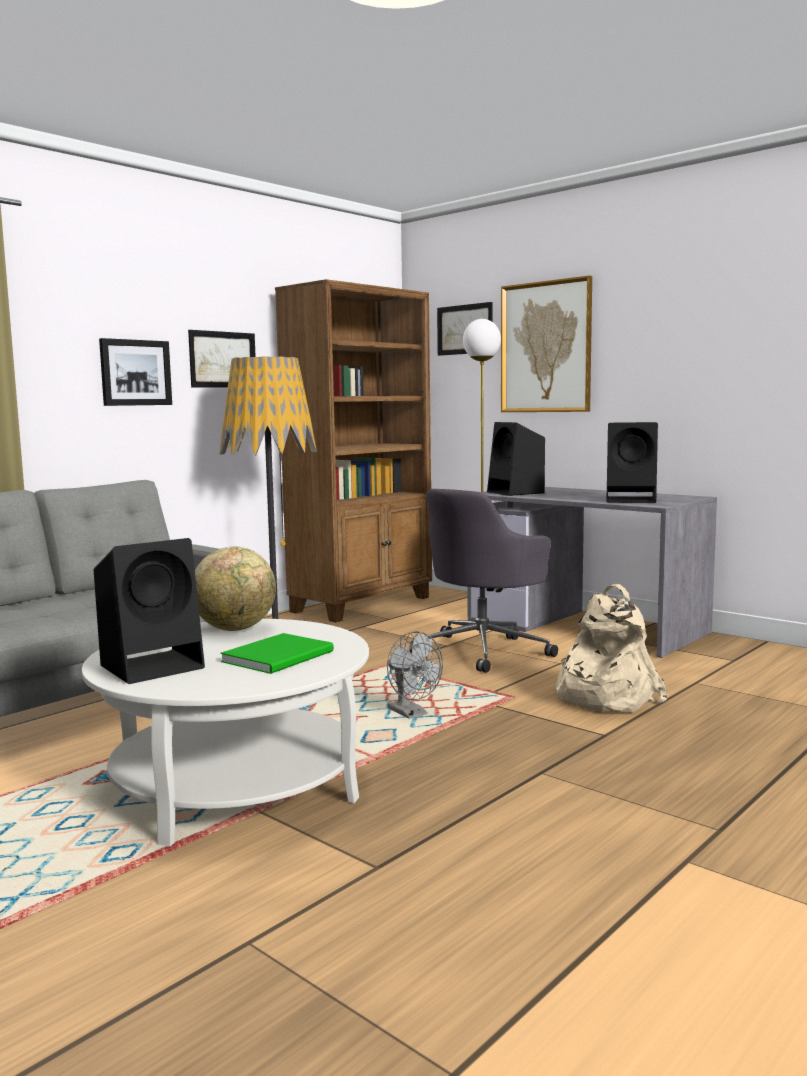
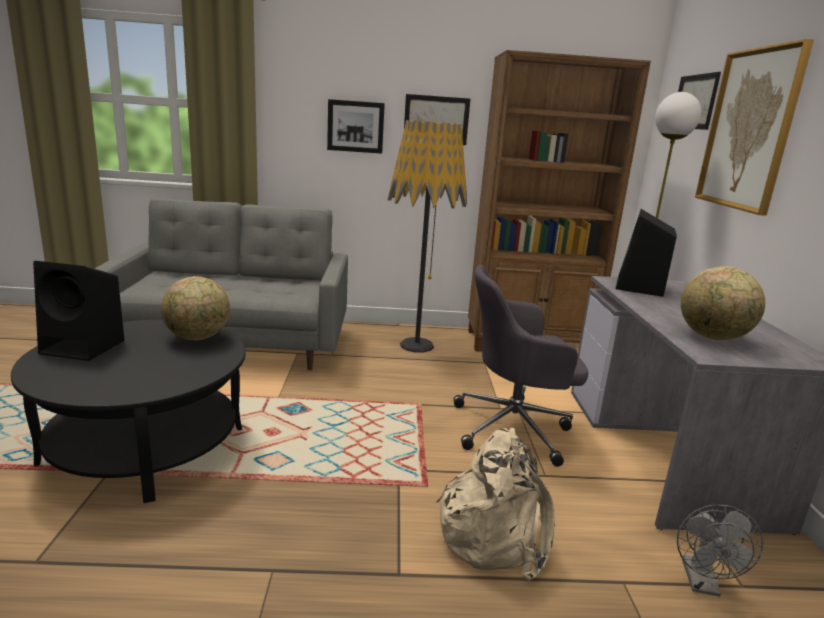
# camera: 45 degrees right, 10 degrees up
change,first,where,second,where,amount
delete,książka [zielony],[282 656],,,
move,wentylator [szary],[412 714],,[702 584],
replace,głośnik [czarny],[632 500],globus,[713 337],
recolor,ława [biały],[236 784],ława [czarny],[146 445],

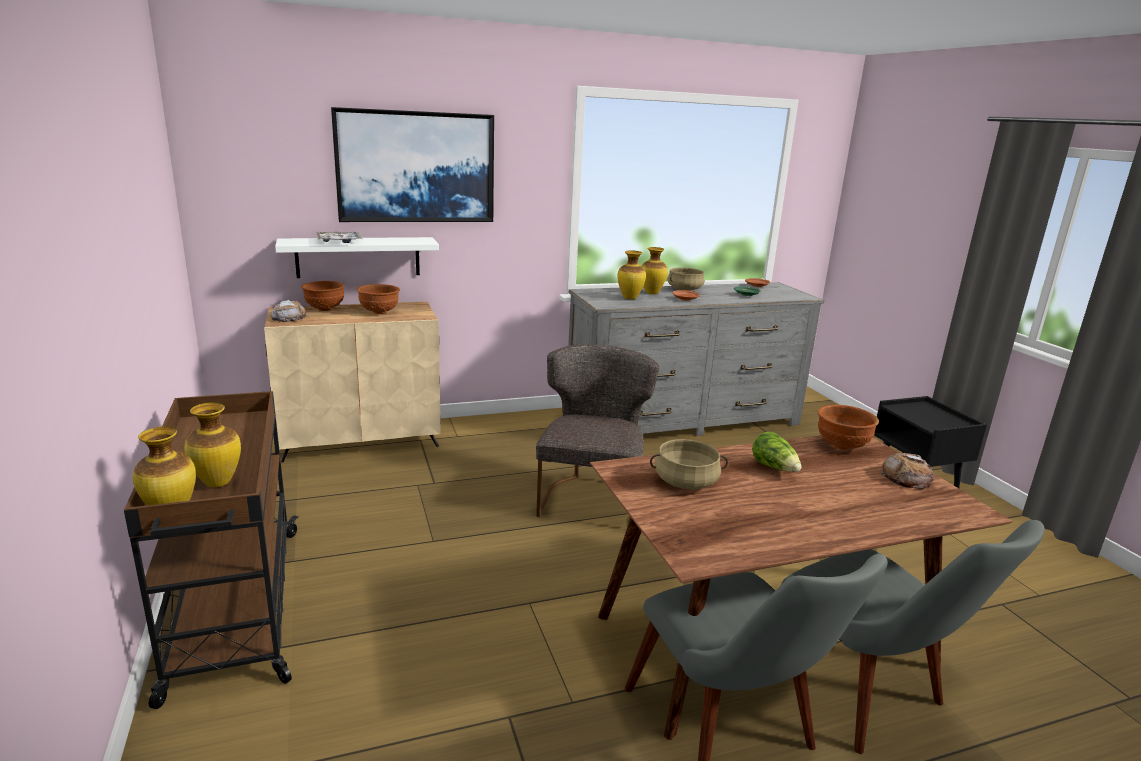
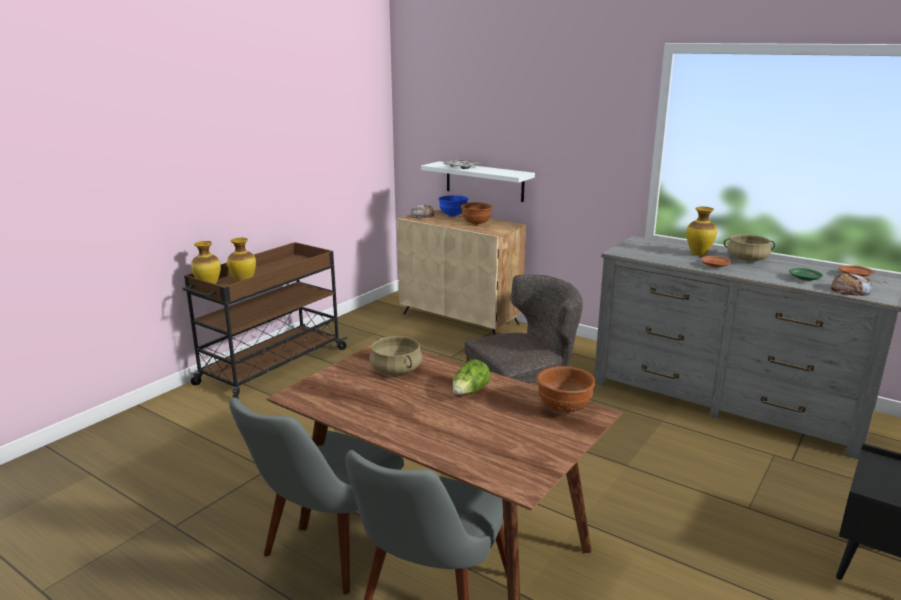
# camera: 55 degrees right, 0 degrees up
change,first,where,second,where,amount
delete,obraz,[416 167],,,
delete,wazon,[630 298],,,
move,chleb,[907 477],,[850 290],
recolor,miska [brązowy],[324 309],miska [niebieski],[453 215],

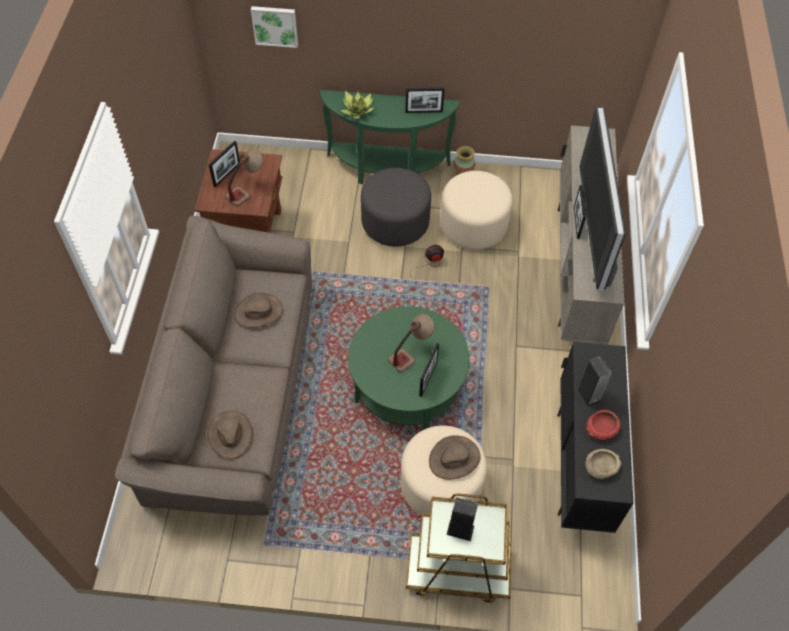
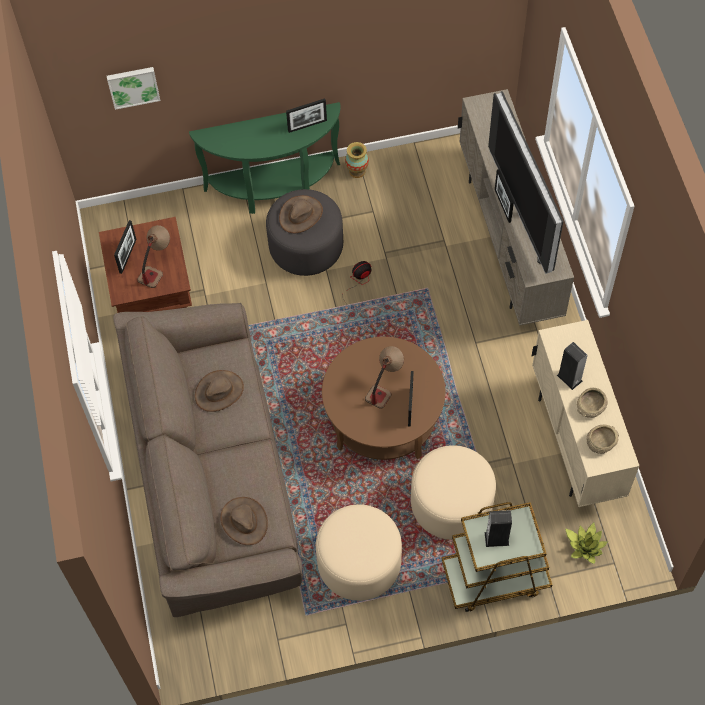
# camera: 15 degrees left, 5 degrees up
change,first,where,second,where,amount
move,roślina doniczkowa,[357 110],,[585 546],
move,kapelusz [brązowy],[454 458],,[301 215],
move,pufa [beżowy],[473 225],,[359 563],
recolor,ława [zielony],[407 386],ława [brązowy],[383 417],
recolor,szafka [czarny],[580 466],szafka [beżowy],[575 443],
recolor,miska [czerwony],[602 429],miska [beżowy],[591 406],

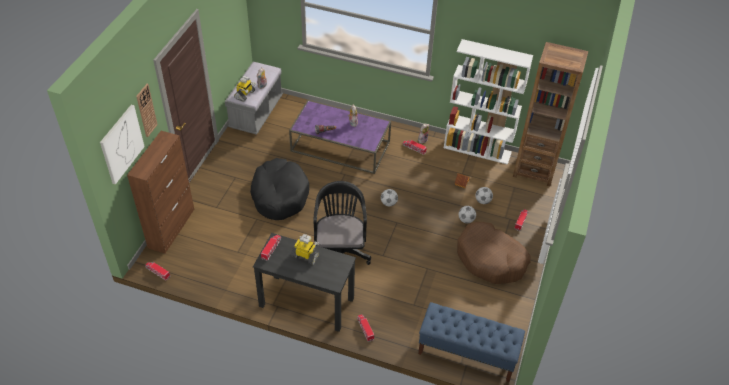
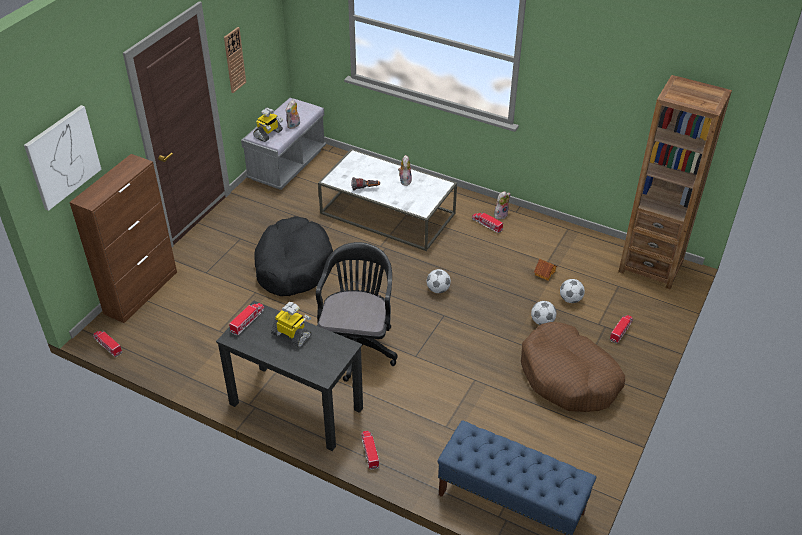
# camera: 10 degrees right, 5 degrees down
change,first,where,second,where,amount
delete,regał [biały],[478 150],,,
move,zegar ścienny,[146 110],,[234 60],
recolor,ława [fioletowy],[340 146],ława [biały],[388 213],

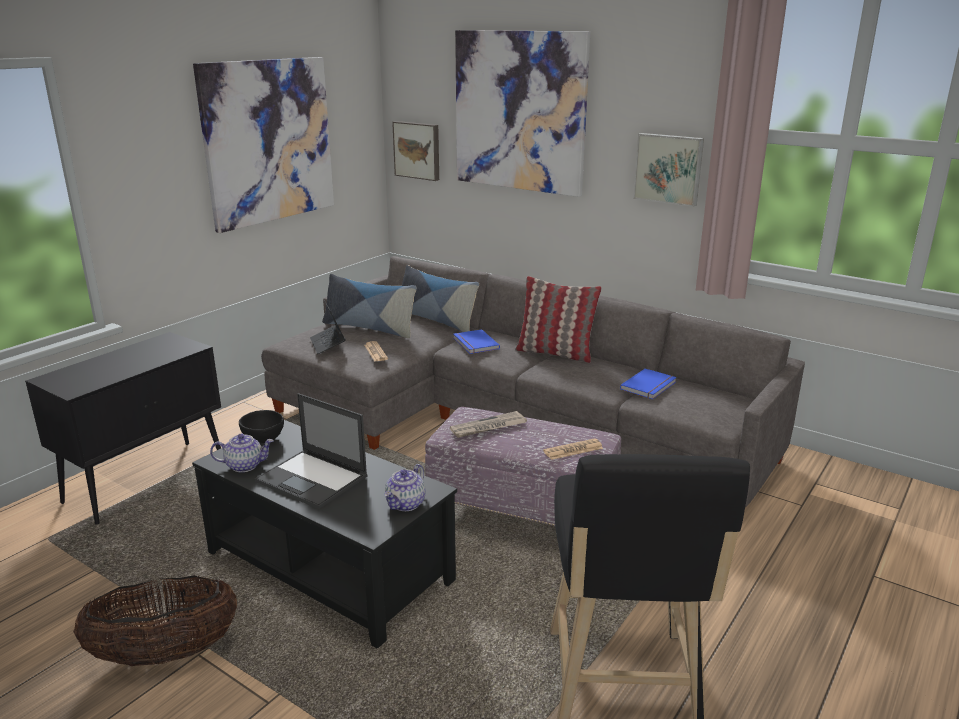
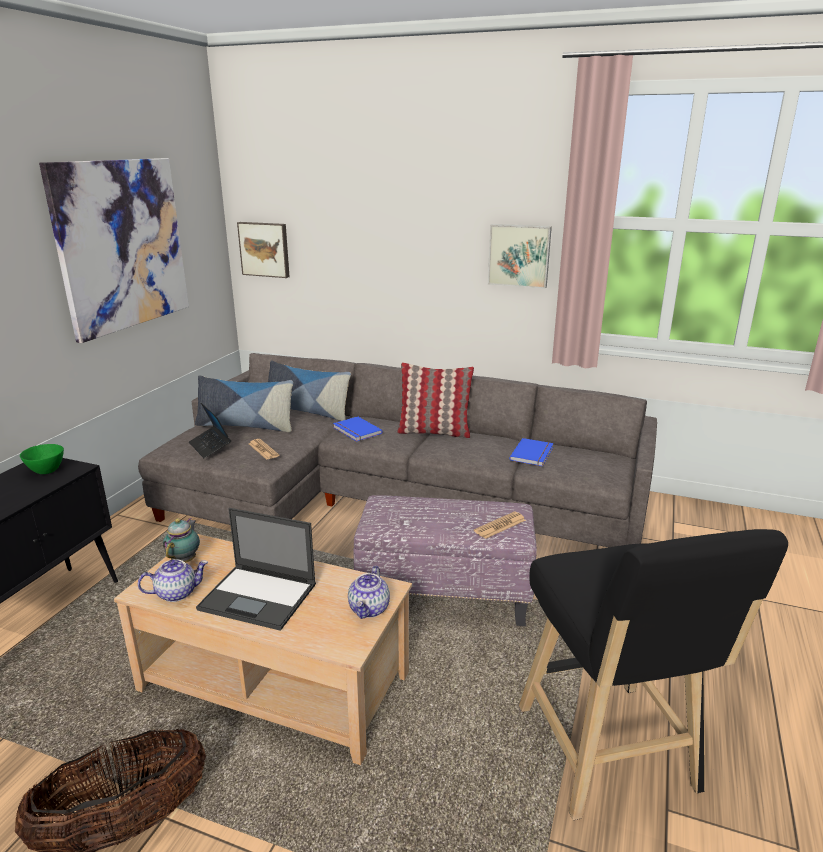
# camera: 15 degrees left, 0 degrees up
change,first,where,second,where,amount
delete,gazeta,[488 427],,,
delete,obraz,[519 111],,,
insert,,,miska [zielony],[45 471],
replace,miska [czarny],[263 439],imbryk,[185 560],
recolor,ława [czarny],[331 566],ława [beżowy],[276 680],

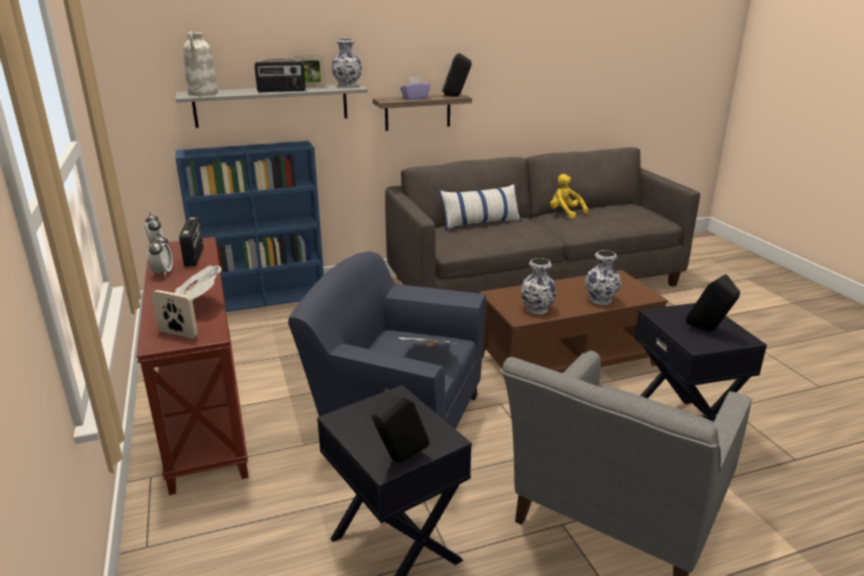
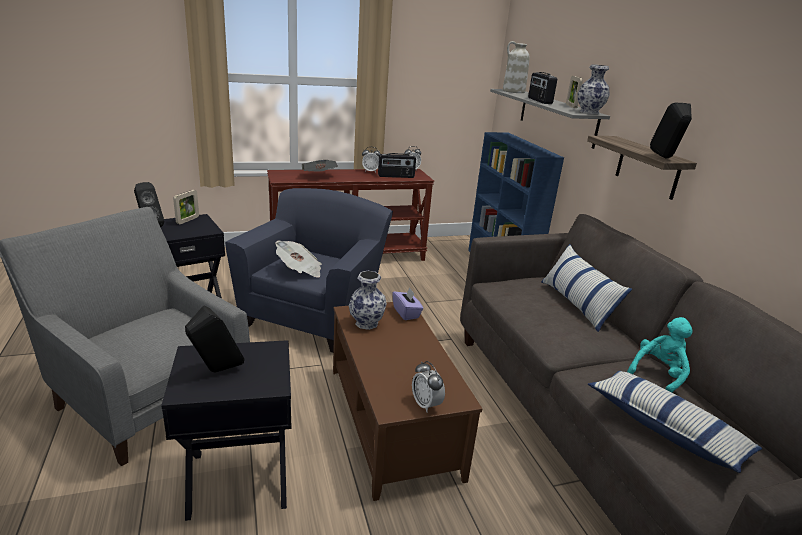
# camera: 90 degrees right, 0 degrees up
change,first,where,second,where,amount
delete,wazon,[601 300],,,
insert,,,budzik,[426 404],
insert,,,poduszka,[665 429],
move,ramka na zdjęcie,[178 334],,[188 220],
move,pudełko chusteczek [fioletowy],[415 98],,[406 313],
recolor,pluszak [żółty],[565 213],pluszak [turkusowy],[658 375],

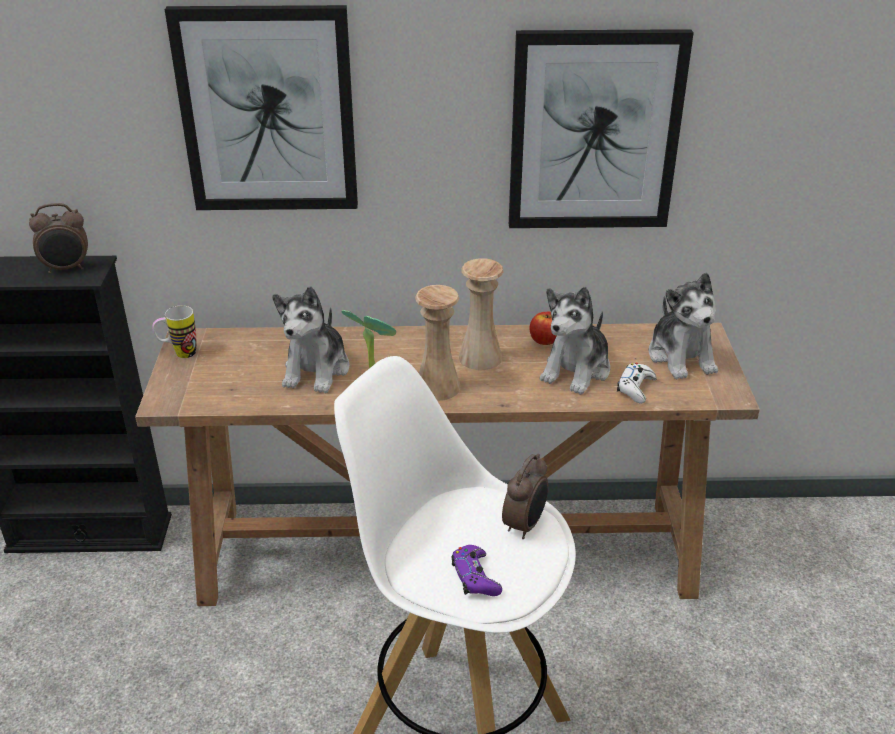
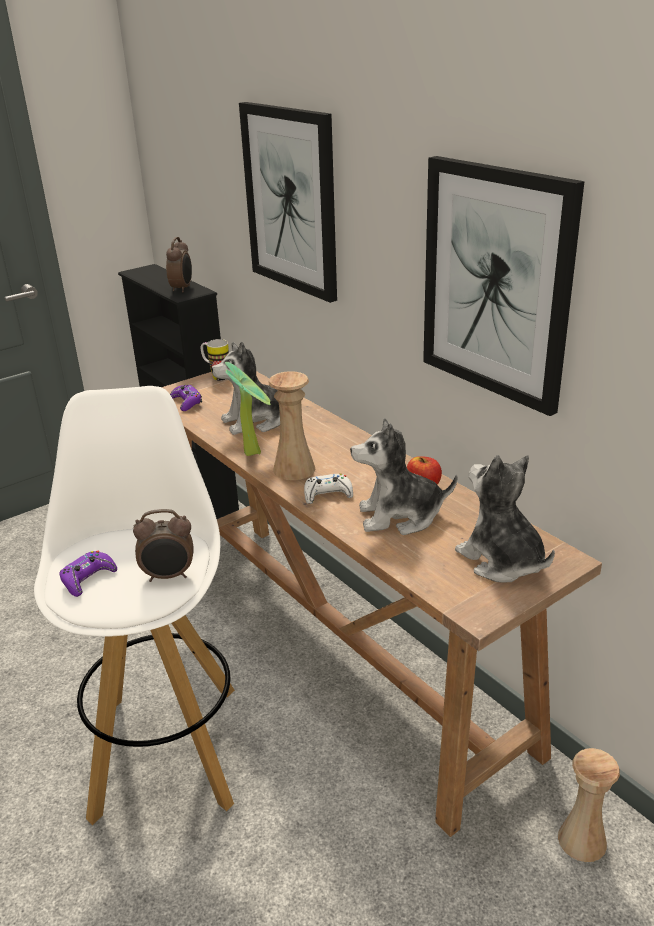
# camera: 55 degrees right, 5 degrees down
change,first,where,second,where,amount
insert,,,pad do gier [fioletowy],[186 402],
move,wazon [beżowy],[480 357],,[582 840],
move,pad do gier [biały],[635 388],,[327 494],
rotate,budzik,[67 269],,[182 289],120 degrees counterclockwise
rotate,pluszak,[681 357],,[501 561],105 degrees clockwise

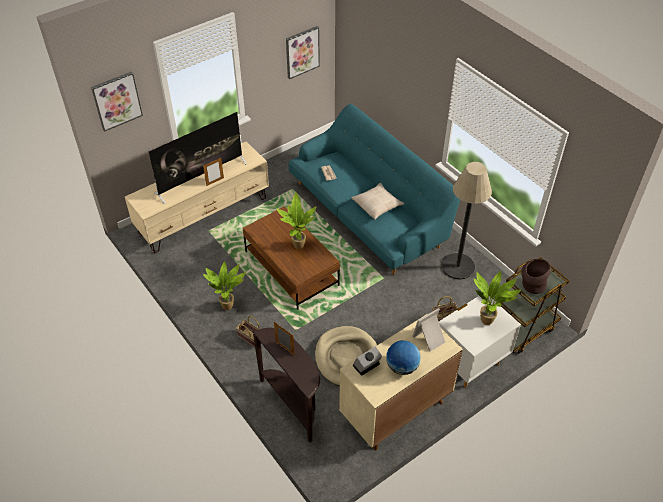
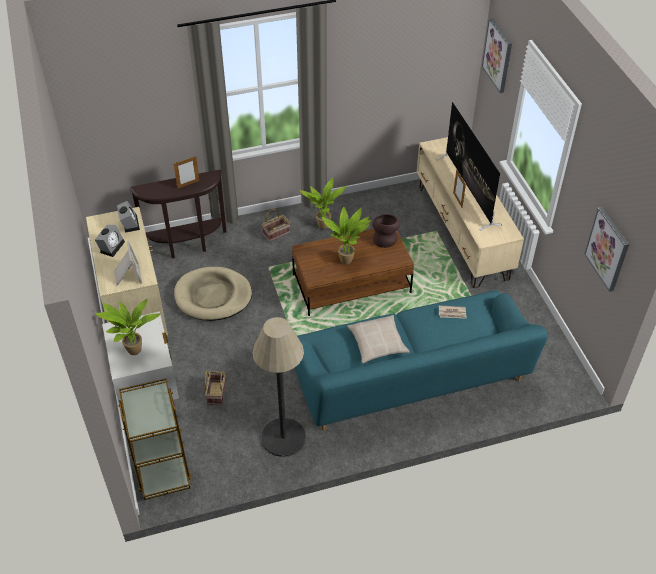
# camera: 110 degrees right, 0 degrees up
change,first,where,second,where,amount
move,wazon [brązowy],[531 285],,[385 238],
replace,globus,[402 367],budzik,[111 246],

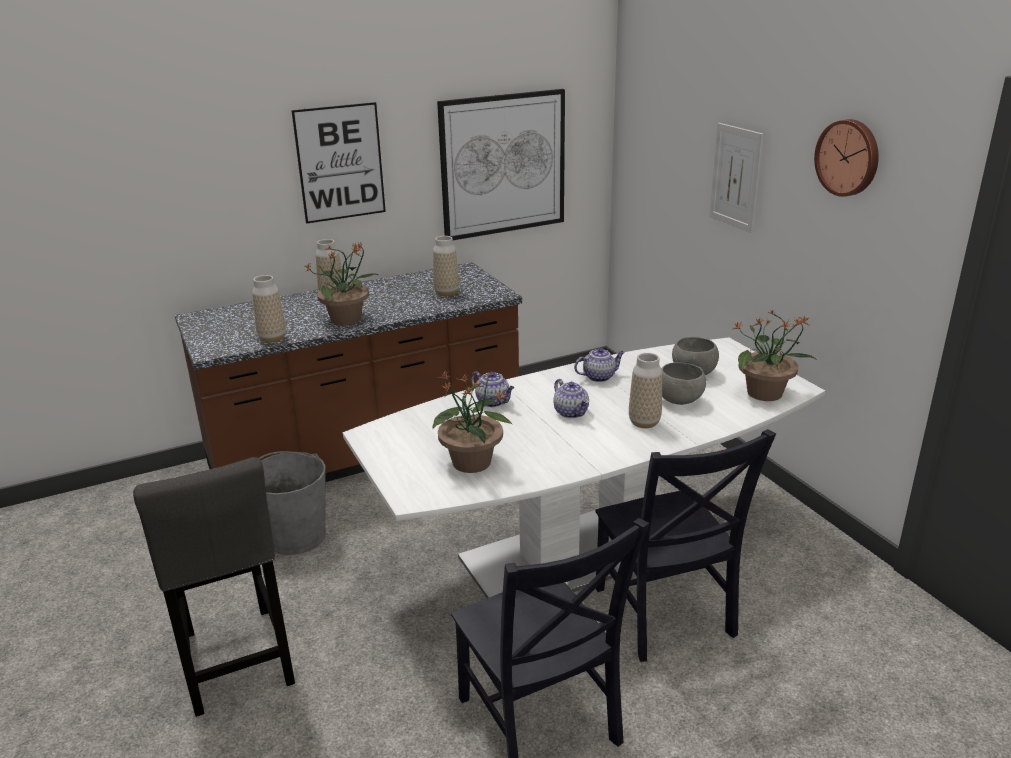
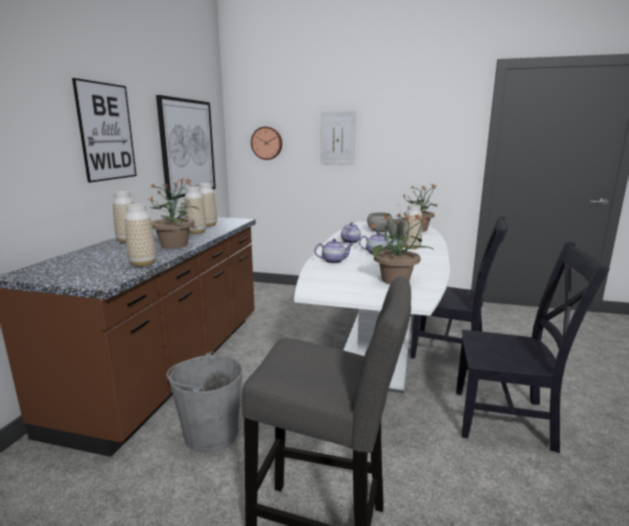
# camera: 50 degrees left, 10 degrees down
change,first,where,second,where,amount
insert,,,wazon,[196 232],
move,zegar ścienny,[848 157],,[267 143],

